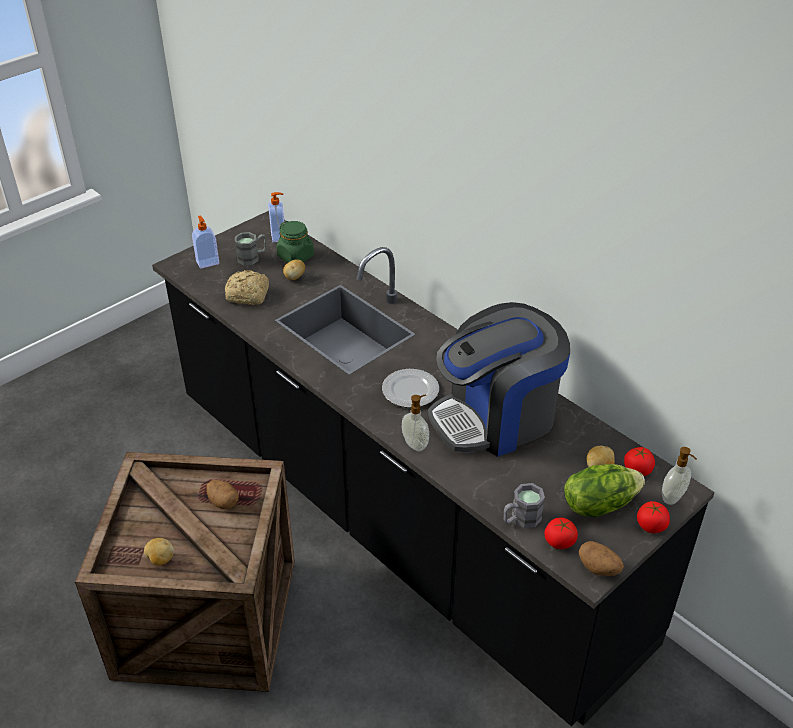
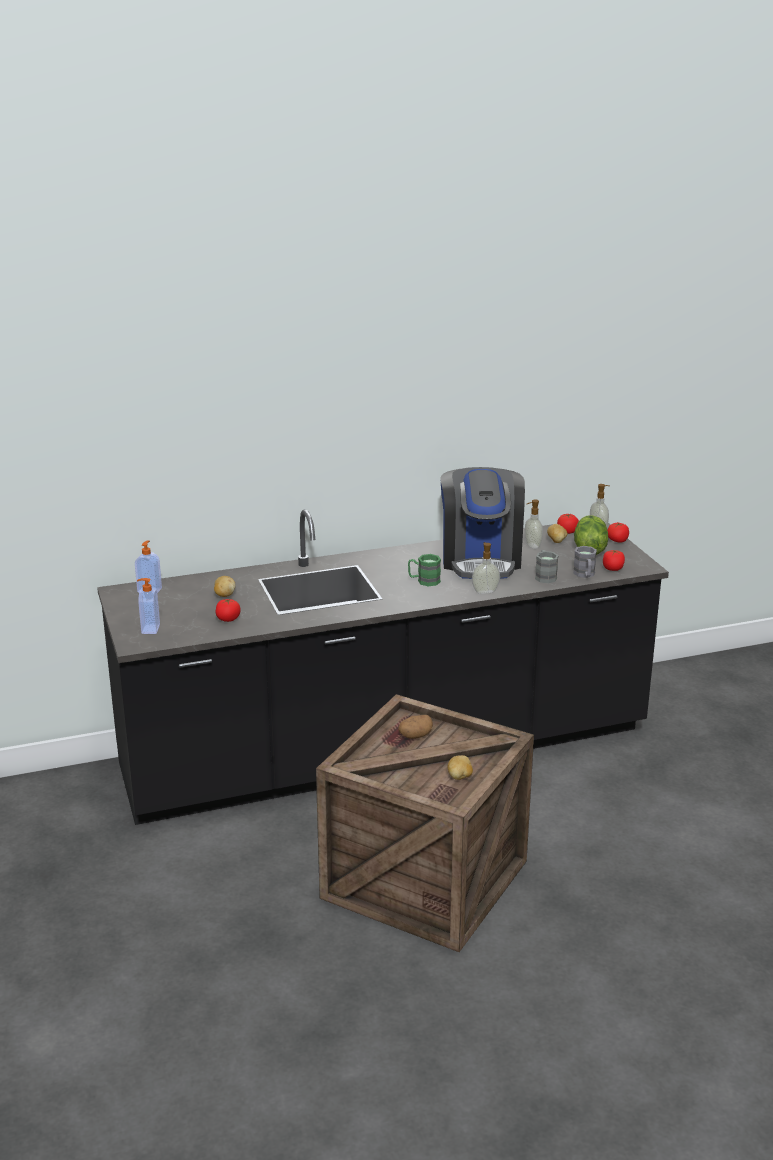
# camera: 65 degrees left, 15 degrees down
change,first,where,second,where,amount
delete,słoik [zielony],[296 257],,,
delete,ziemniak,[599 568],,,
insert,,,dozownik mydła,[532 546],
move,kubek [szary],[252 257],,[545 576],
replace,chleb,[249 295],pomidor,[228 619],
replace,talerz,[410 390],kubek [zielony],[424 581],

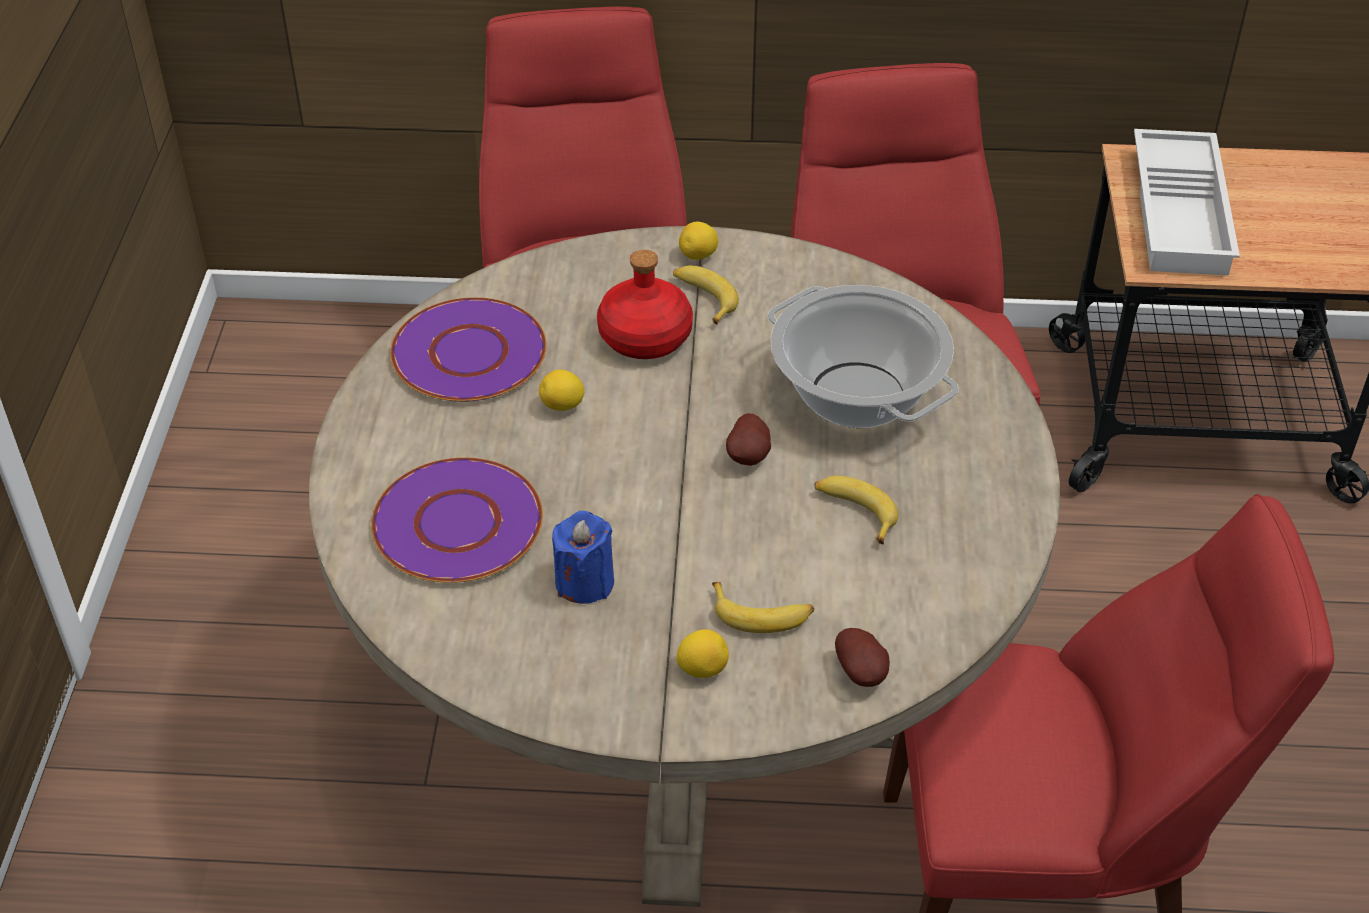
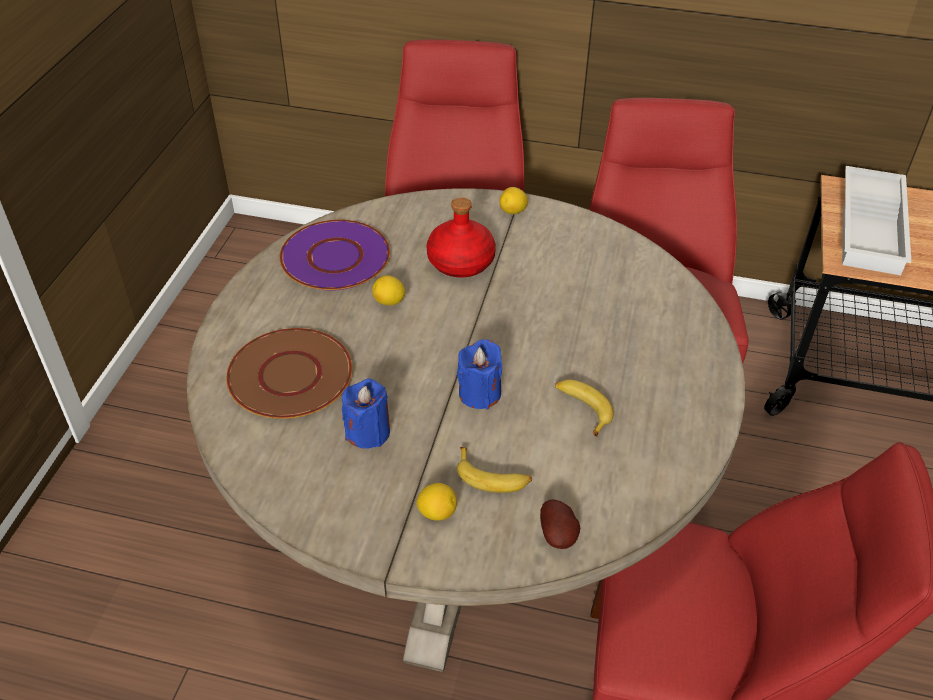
# camera: 10 degrees right, 0 degrees up
change,first,where,second,where,amount
delete,banan,[703 298],,,
delete,ziemniak,[750 456],,,
delete,garnek,[856 396],,,
insert,,,świeca [niebieski],[479 393],
recolor,talerz [fioletowy],[456 524],talerz [brązowy],[289 375],

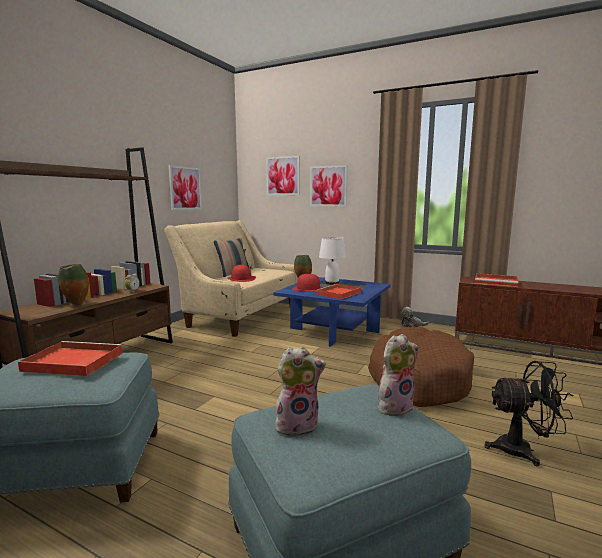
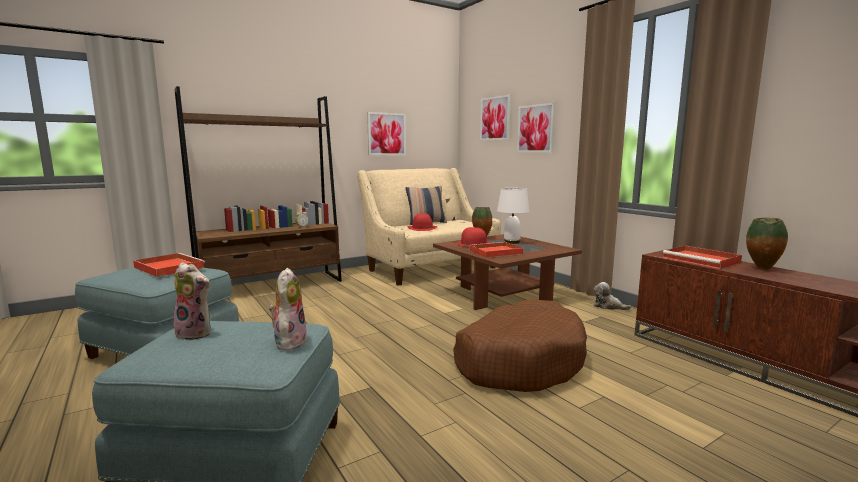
# camera: 30 degrees right, 0 degrees up
change,first,where,second,where,amount
delete,wentylator [czarny],[523 450],,,
move,wazon,[76 305],,[762 269],
recolor,ława [niebieski],[334 330],ława [brązowy],[503 296],
rotate,pluszak,[394 406],,[289 341],90 degrees counterclockwise

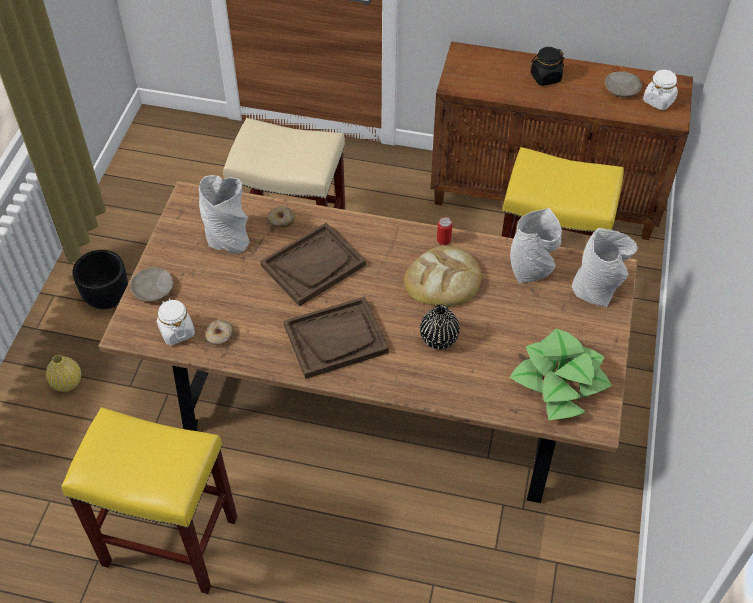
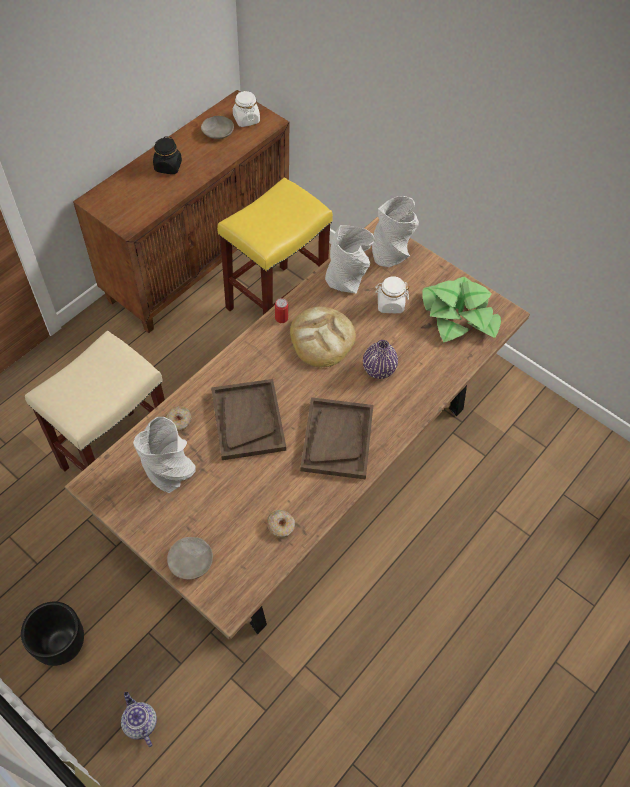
# camera: 65 degrees left, 5 degrees up
change,first,where,second,where,amount
delete,stołek [żółty],[168 541],,,
move,słoik [biały],[176 331],,[390 304],
replace,wazon [żółty],[67 382],imbryk,[140 722],
recolor,wazon [czarny],[438 339],wazon [fioletowy],[378 370],

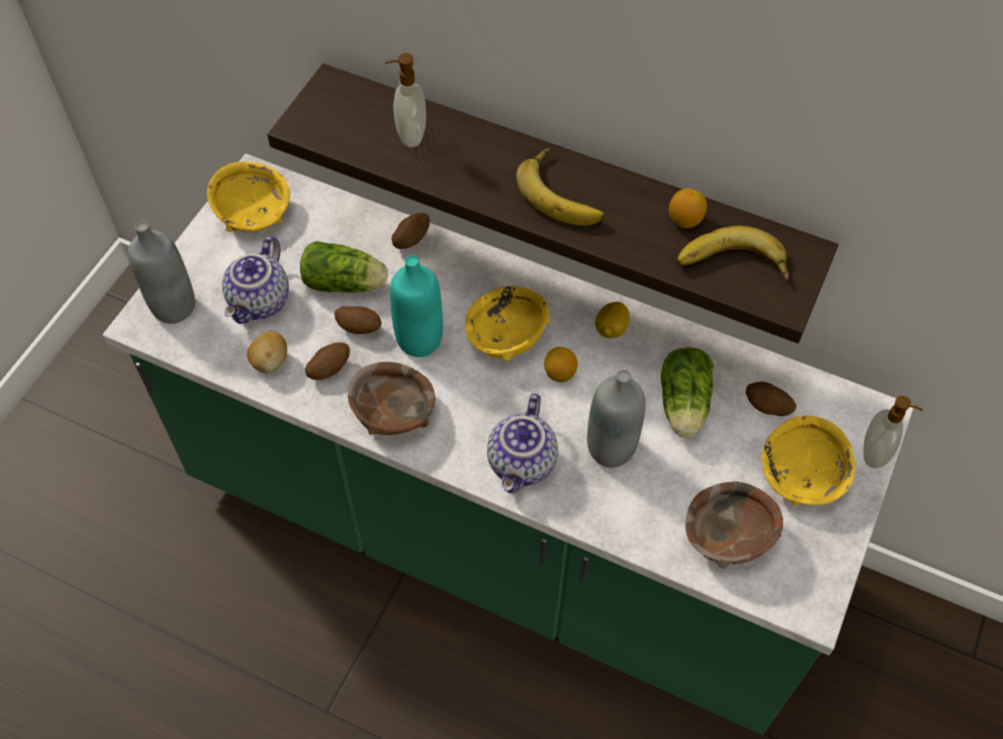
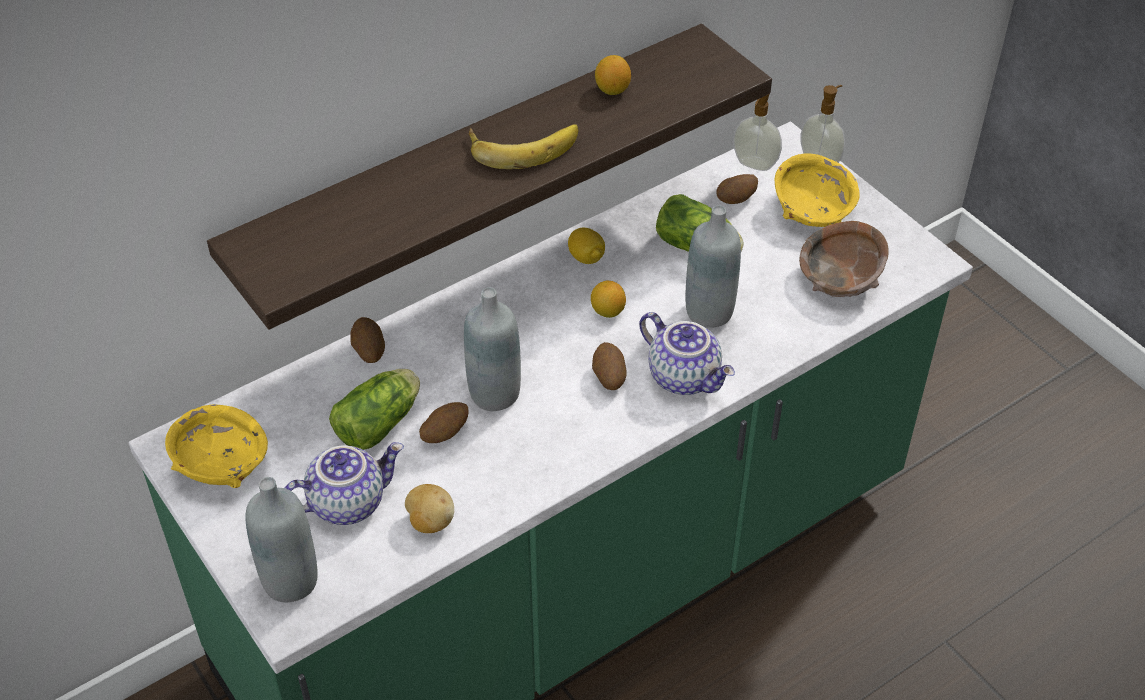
# camera: 60 degrees left, 10 degrees down
change,first,where,second,where,amount
delete,miska [brązowy],[392 413],,,
delete,miska [żółty],[507 337],,,
delete,banan,[732 266],,,
move,ziemniak,[329 369],,[608 378],
move,dozownik mydła,[410 135],,[754 165],
recolor,butelka [turkusowy],[419 339],butelka [szary],[494 394],
rotate,imbryk,[261 302],,[347 501],75 degrees counterclockwise

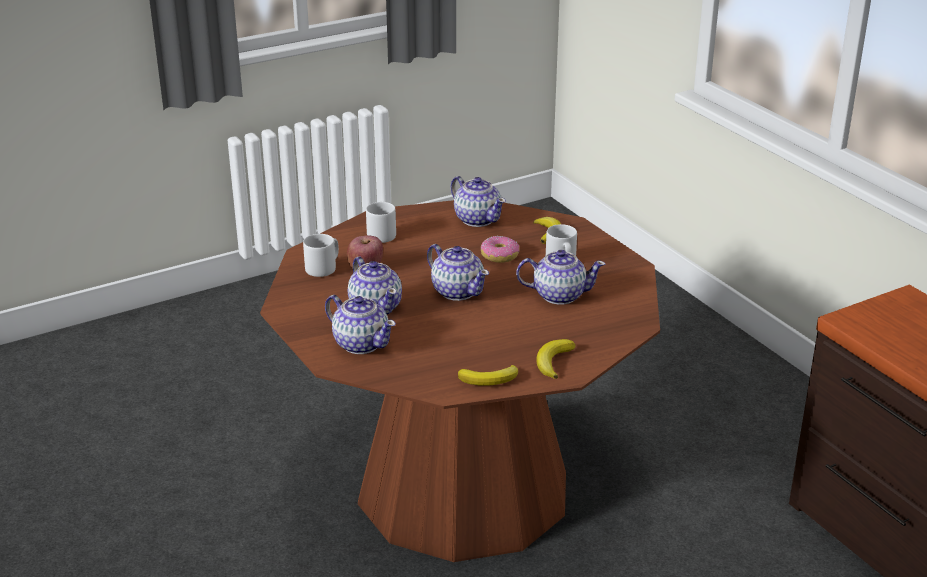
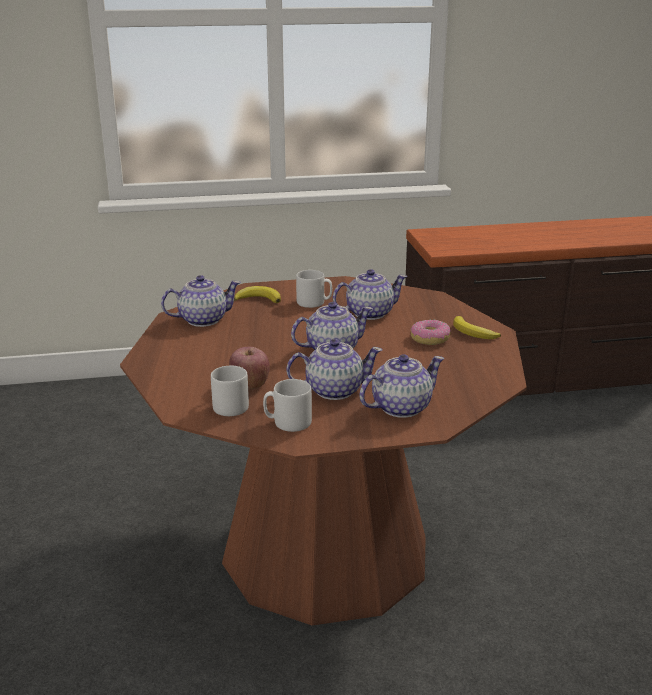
# camera: 70 degrees left, 5 degrees down
change,first,where,second,where,amount
delete,banan,[490 379],,,
move,kubek [szary],[380 234],,[287 422],
move,donut,[500 256],,[430 339],
rotate,imbryk,[558 295],,[369 313],45 degrees clockwise

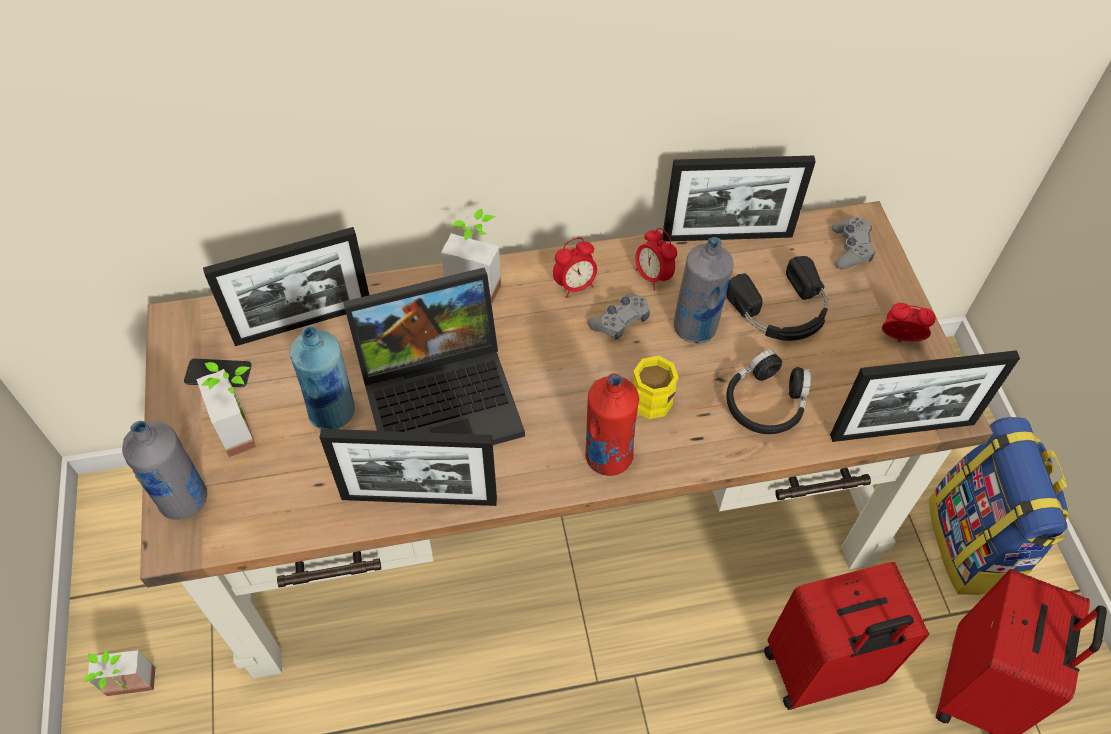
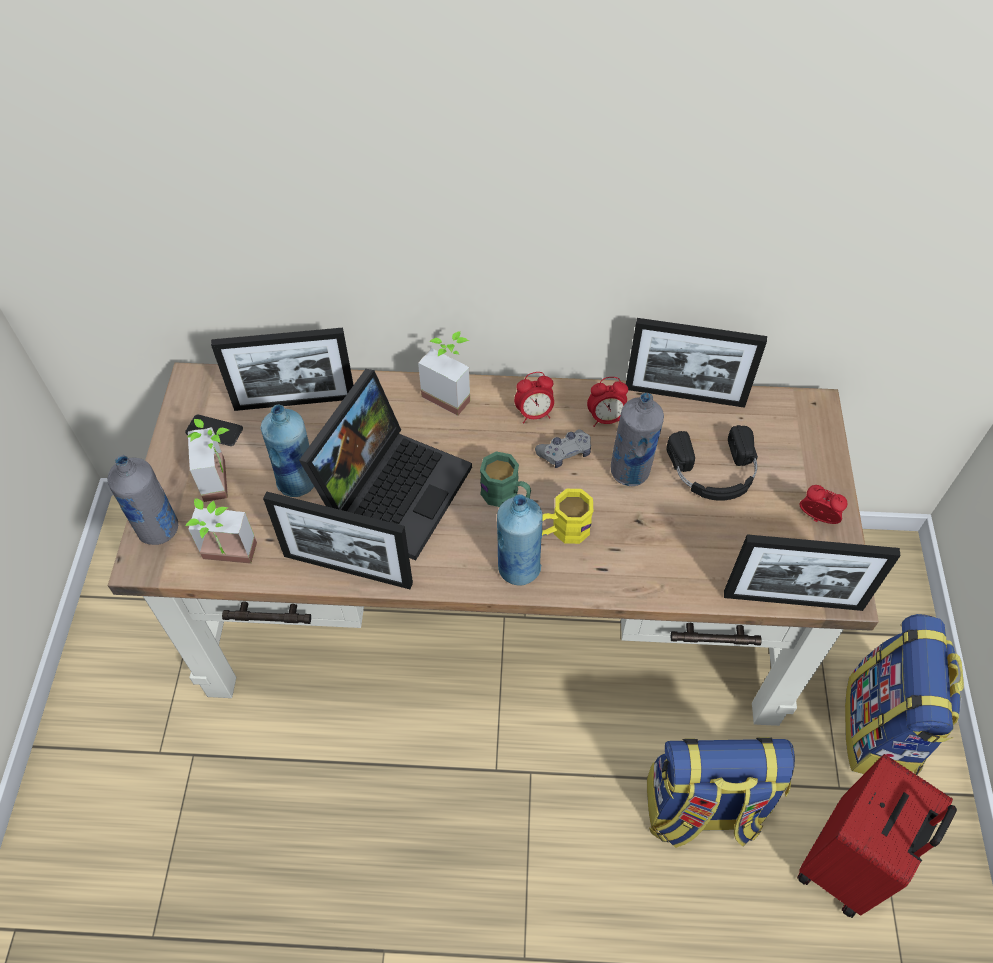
# camera: 15 degrees right, 0 degrees up
change,first,where,second,where,amount
delete,słuchawki [czarny],[766 402],,,
delete,pad do gier [szary],[850 249],,,
insert,,,kubek [zielony],[506 495],
move,roślina doniczkowa,[130 691],,[227 559],
replace,walizka [czerwony],[820 671],plecak,[700 809],
recolor,butelka [czerwony],[608 456],butelka [niebieski],[518 568],
rotate,laptop,[443 396],,[393 487],60 degrees counterclockwise
rotate,budzik,[652 276],,[606 418],75 degrees counterclockwise

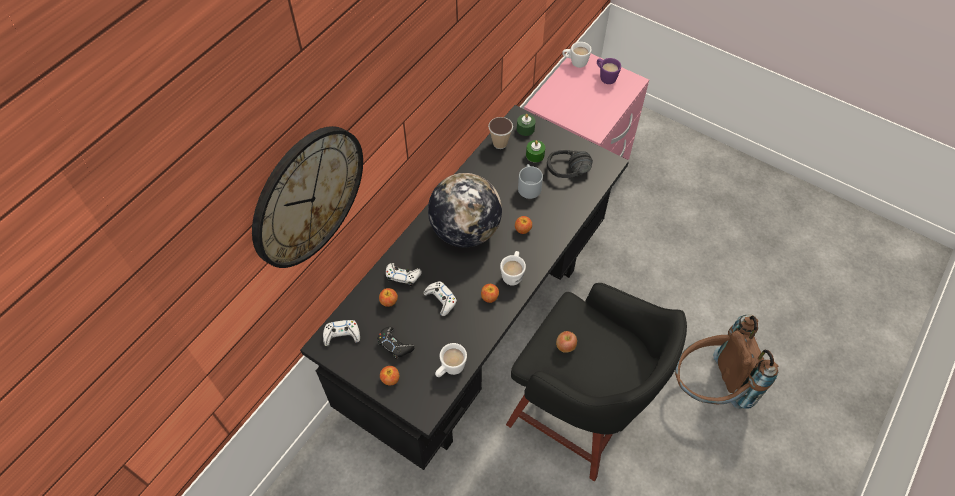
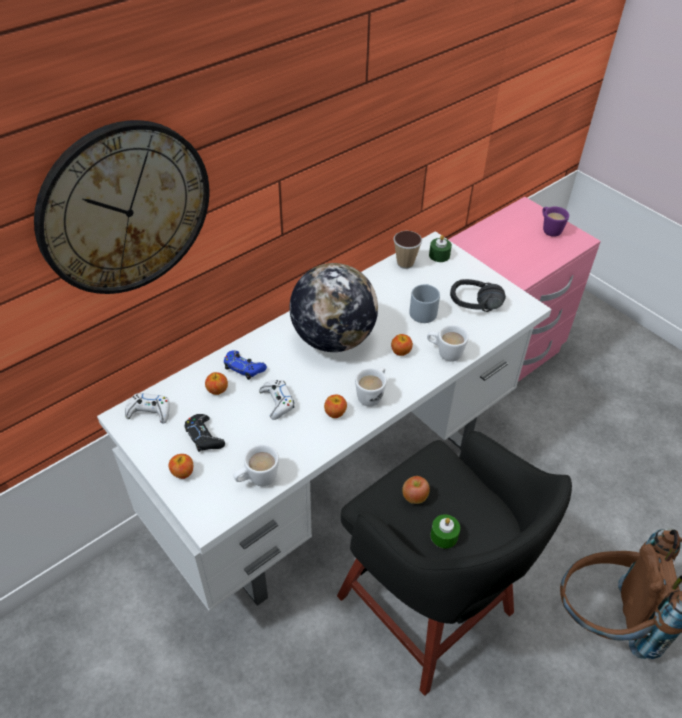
# camera: 15 degrees right, 10 degrees down
change,first,where,second,where,amount
move,świeca [zielony],[535 155],,[444 536],
move,kubek [biały],[575 62],,[444 353],
recolor,biurko [czarny],[476 331],biurko [biały],[337 482],
recolor,pad do gier [biały],[403 276],pad do gier [niebieski],[244 368],

